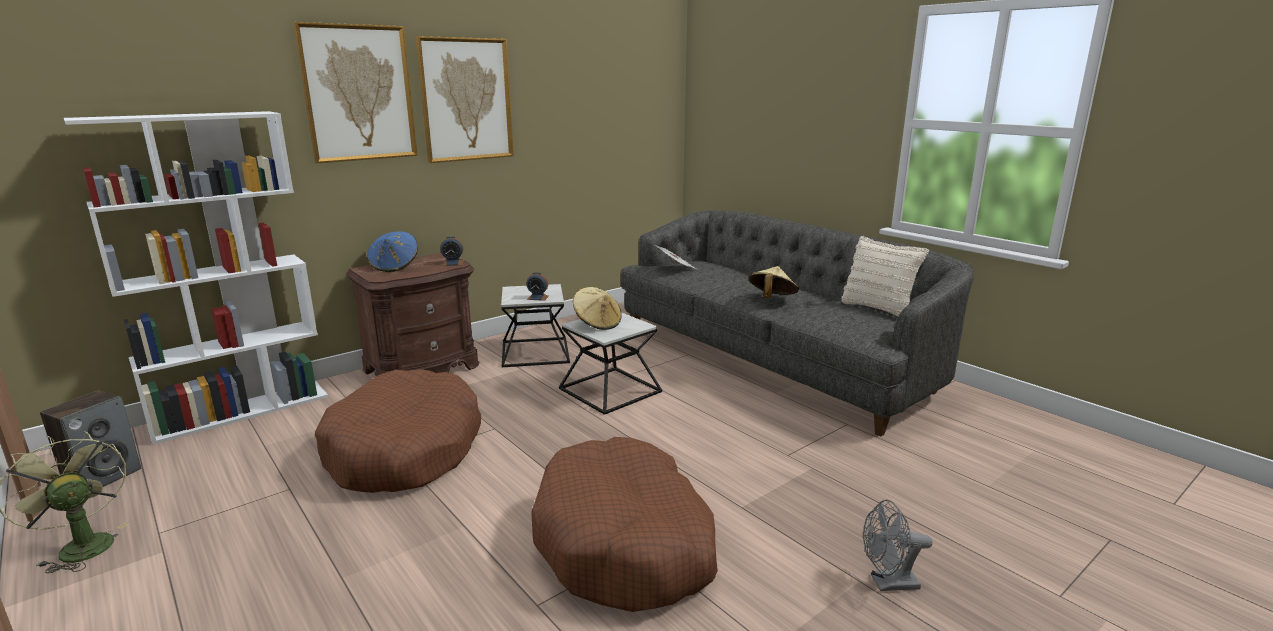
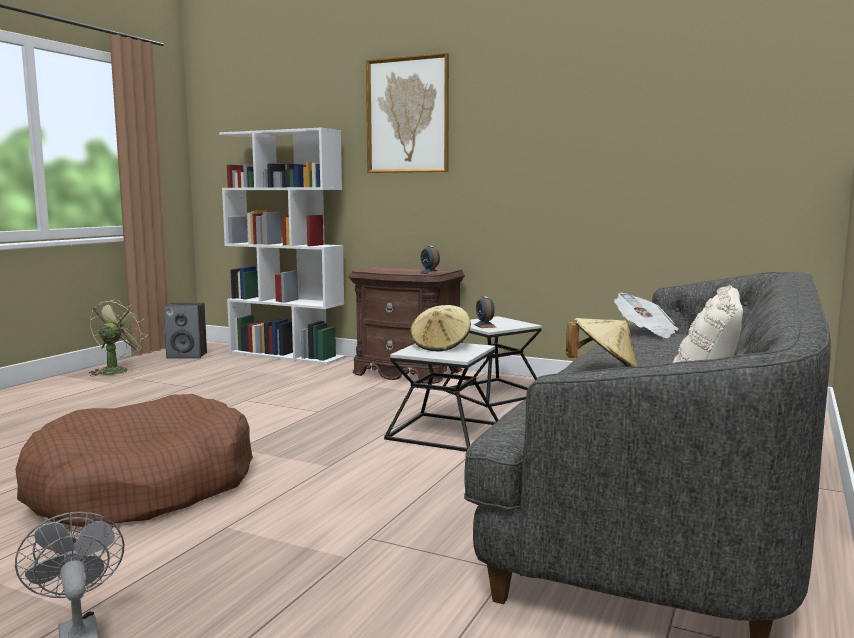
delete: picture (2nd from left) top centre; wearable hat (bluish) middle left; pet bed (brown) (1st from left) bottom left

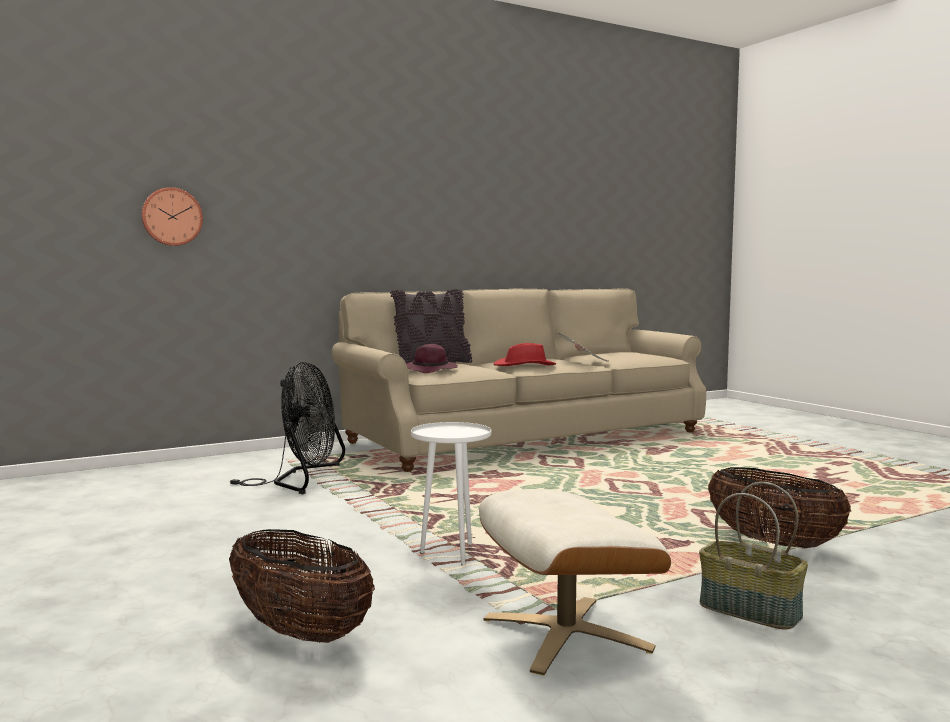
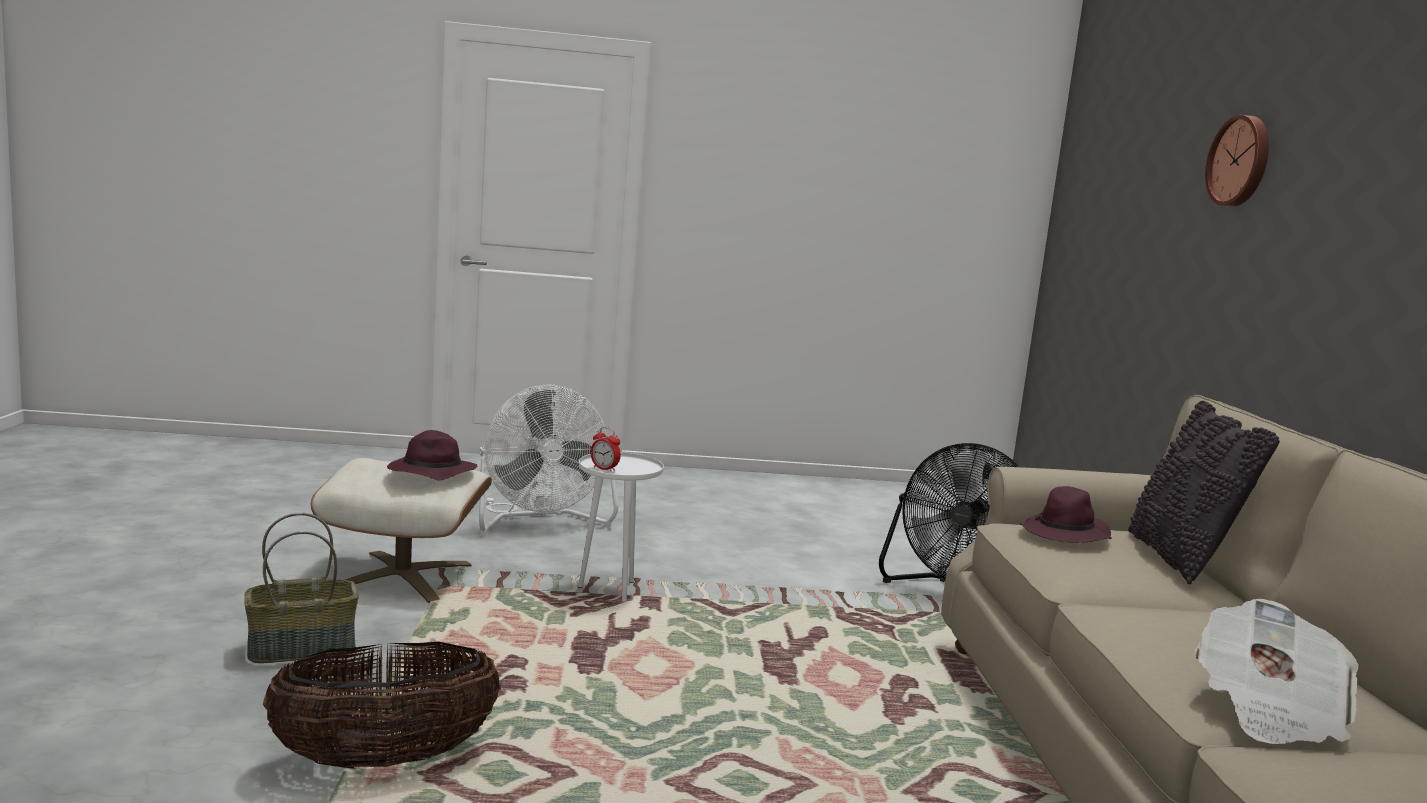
delete: wearable hat (reddish) centre
insert: bedside clock centre; wearable hat (purplish) (1st from left) middle left
move: clock on the wall top left to top right
replace: basket (1st from left) bottom left to cooling fan (white-coloured) centre

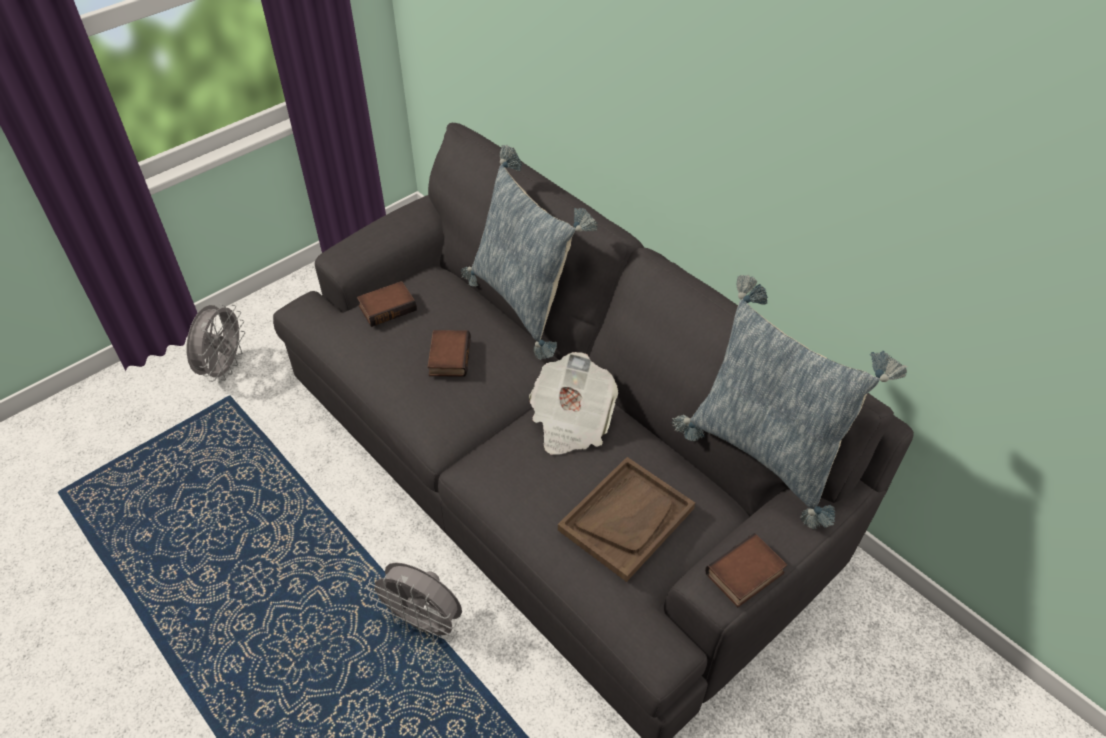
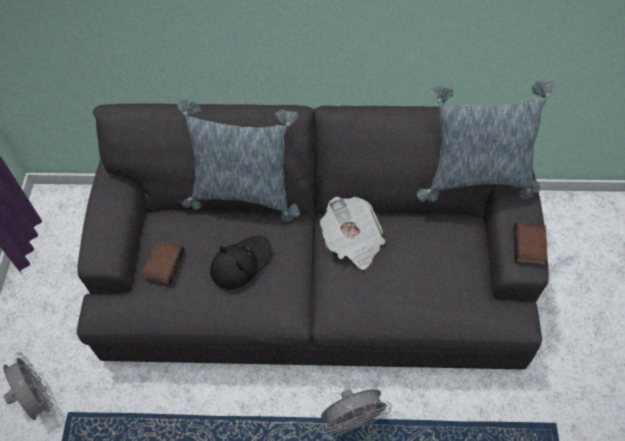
delete: carrying tray (brown) bottom centre
replace: book (2nd from left) centre to wearable hat (black-coloured) centre

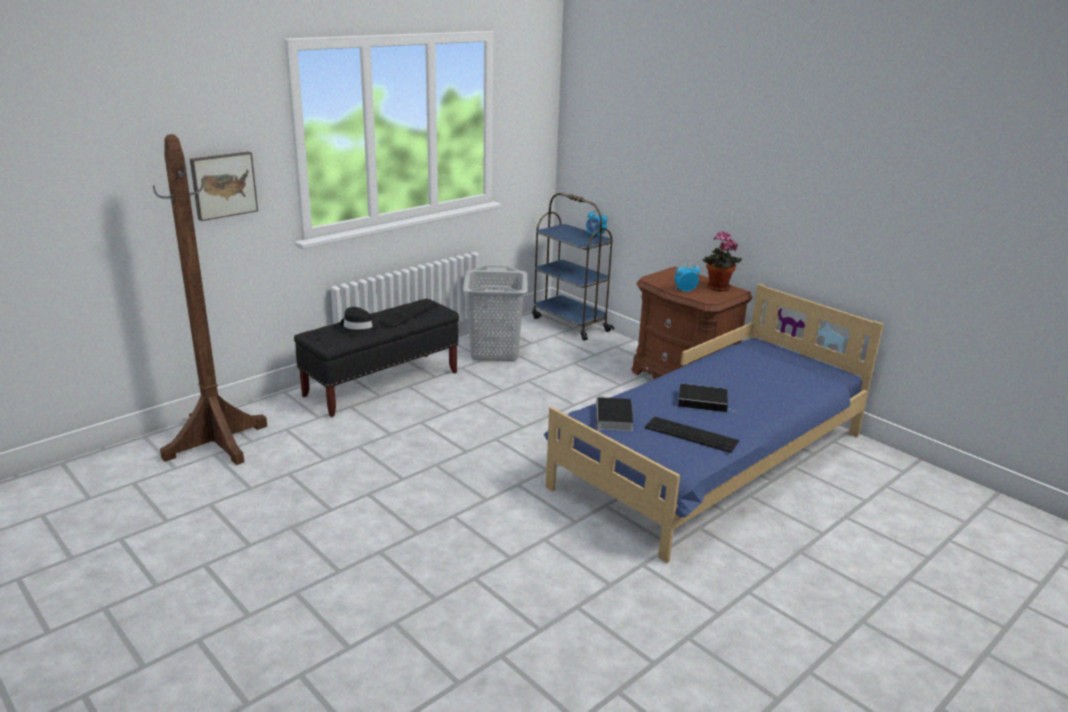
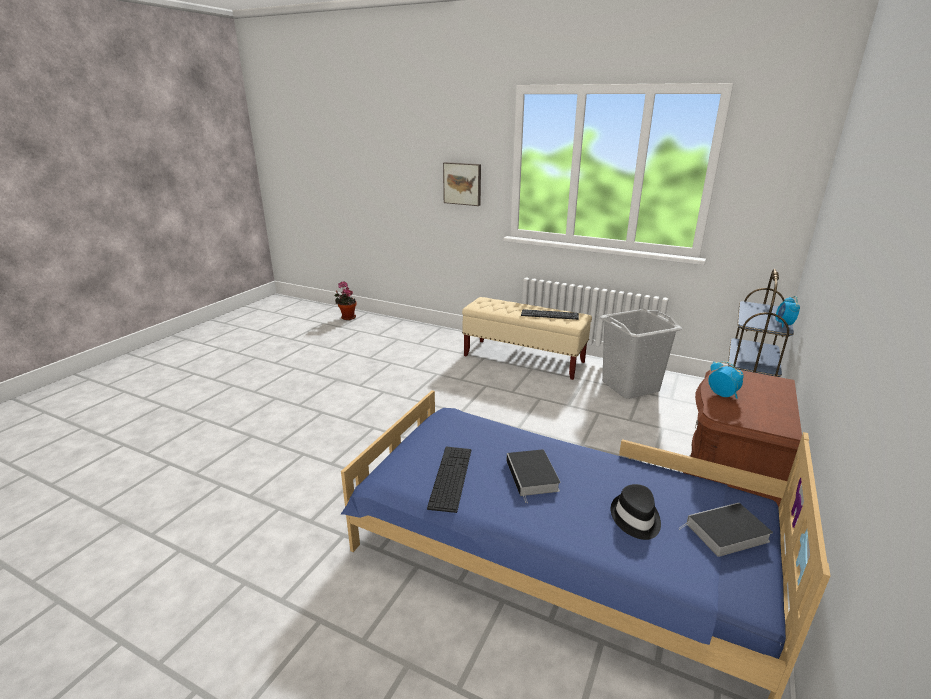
delete: garment stand (brown) middle left
move: plant in a pot middle right to centre; wearable hat (black-coloured) centre to bottom right; book (1st from left in the first image) centre to book (2nd from left) bottom right
recolor: indoor bench (black-coloured) centre to indoor bench (sand-coloured) centre

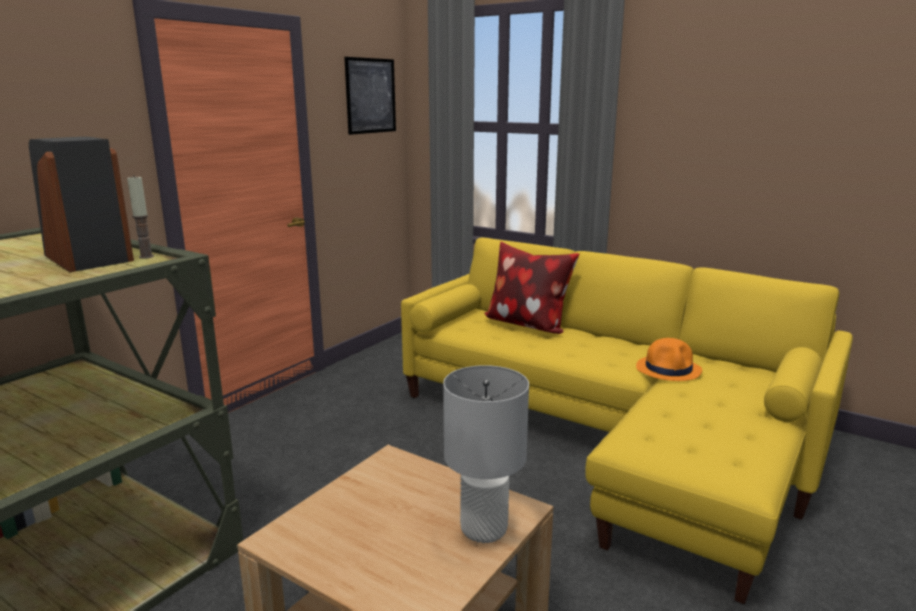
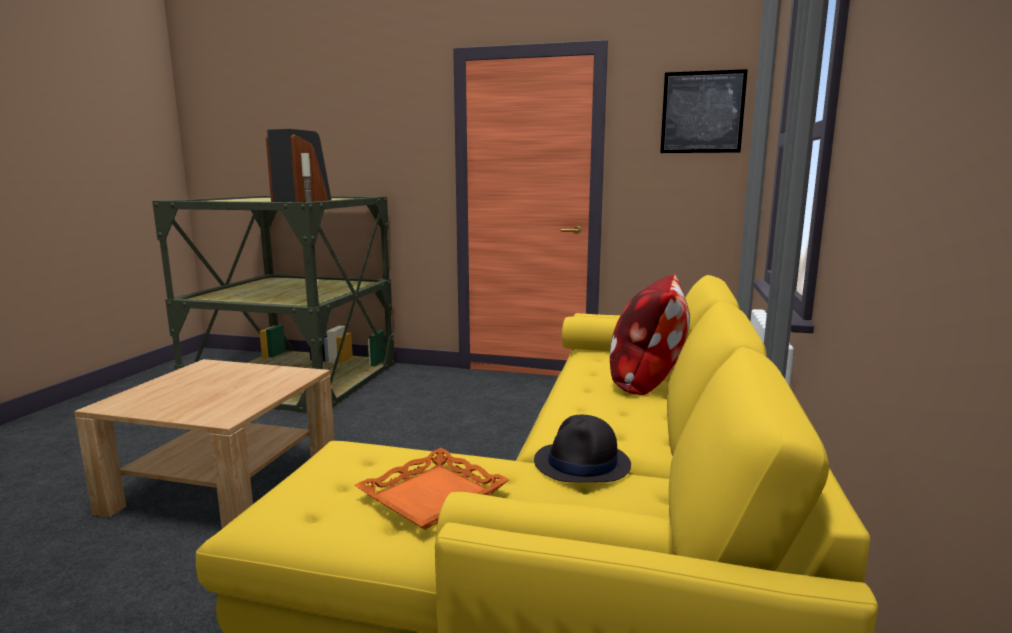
delete: table lamp (gray) bottom centre
insert: carrying tray (orange) bottom centre
recolor: wearable hat (orange) middle right to wearable hat (black-coloured) bottom centre

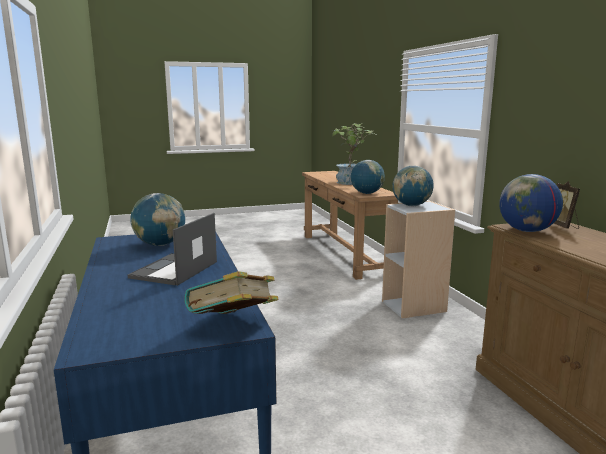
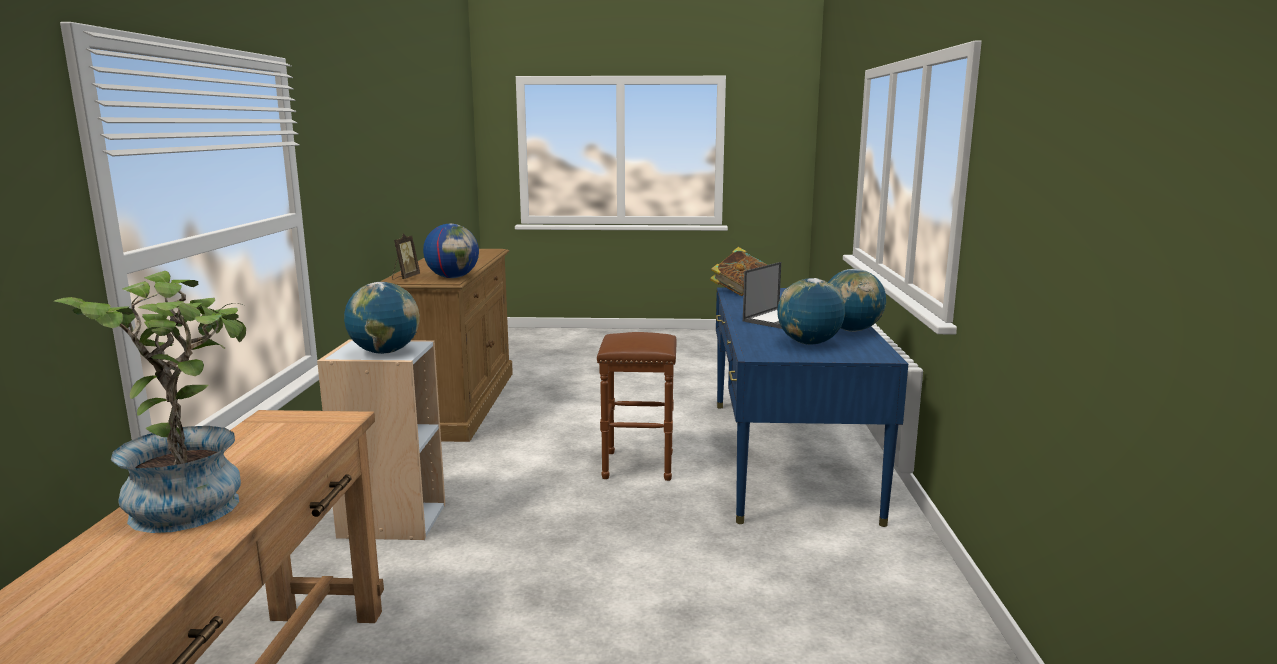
insert: stool (brown) centre
move: desk globe (2nd from left in the first image) centre to desk globe (4th from left) middle right

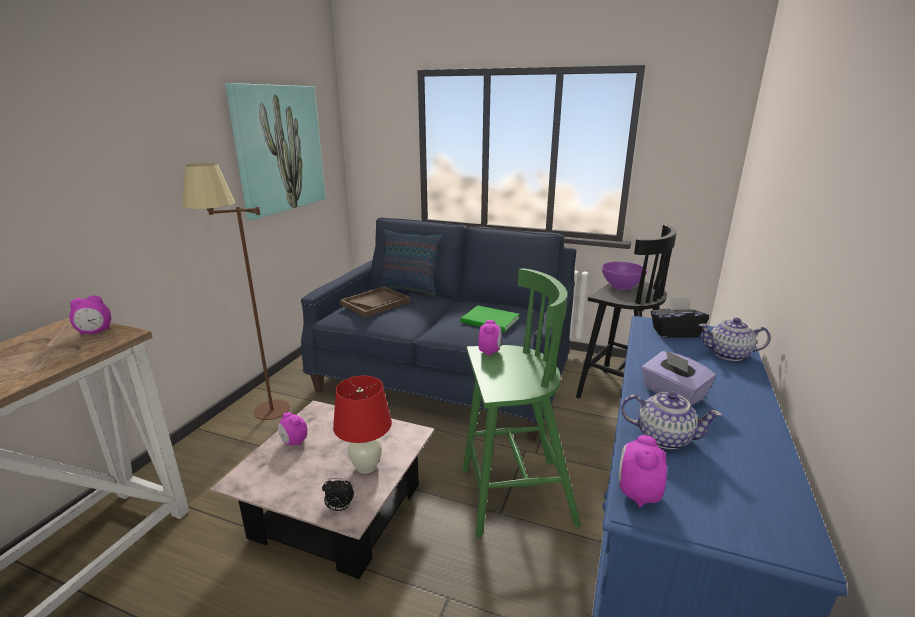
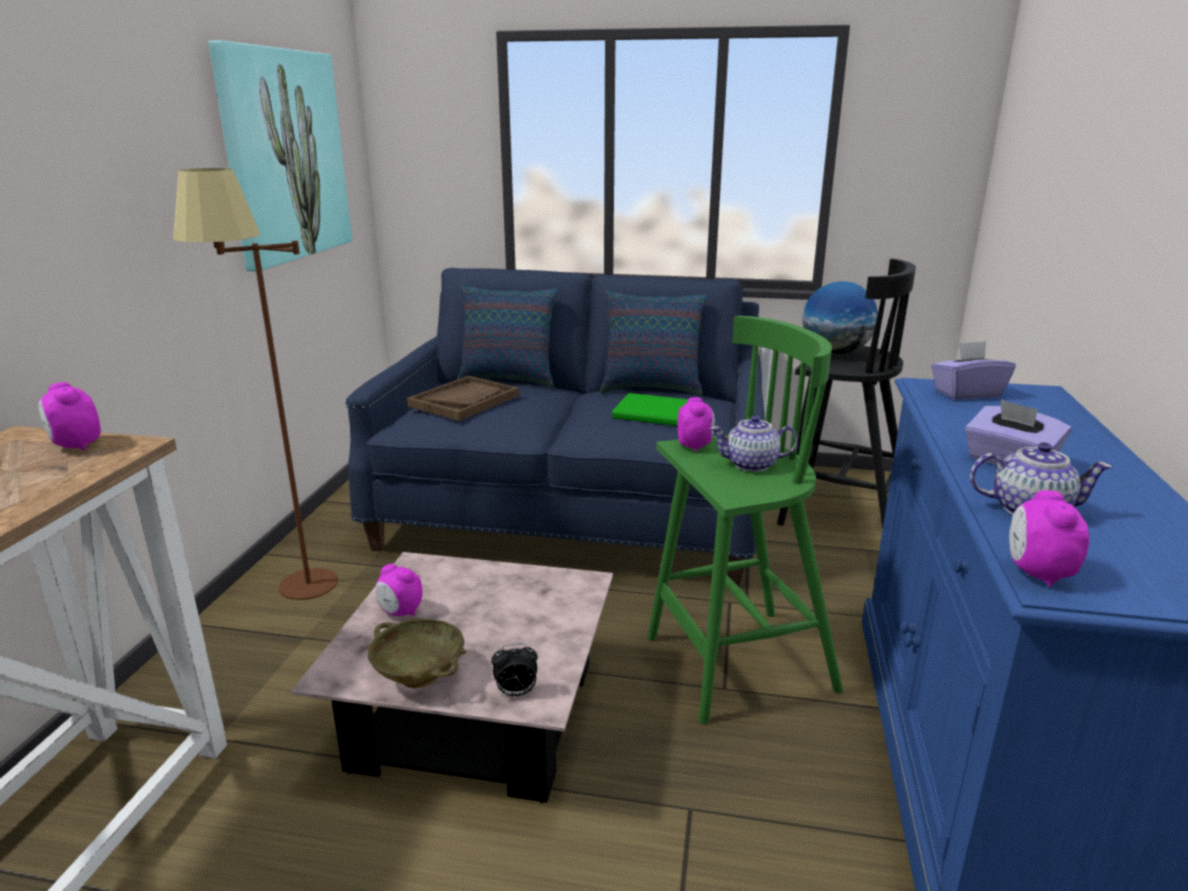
delete: table lamp (reddish) bottom centre
insert: pillow (bluish) (2nd from left) centre; bowl (sand-coloured) bottom centre
move: pot for tea (2nd from left in the first image) middle right to pot for tea (1st from left) centre
replace: bowl (purplish) middle right to desk globe middle right
recolor: tissue holder (black-coloured) middle right to tissue holder (purplish) (1st from left) middle right
rotate: bedside clock (1st from left) middle left = middle left 90 degrees clockwise

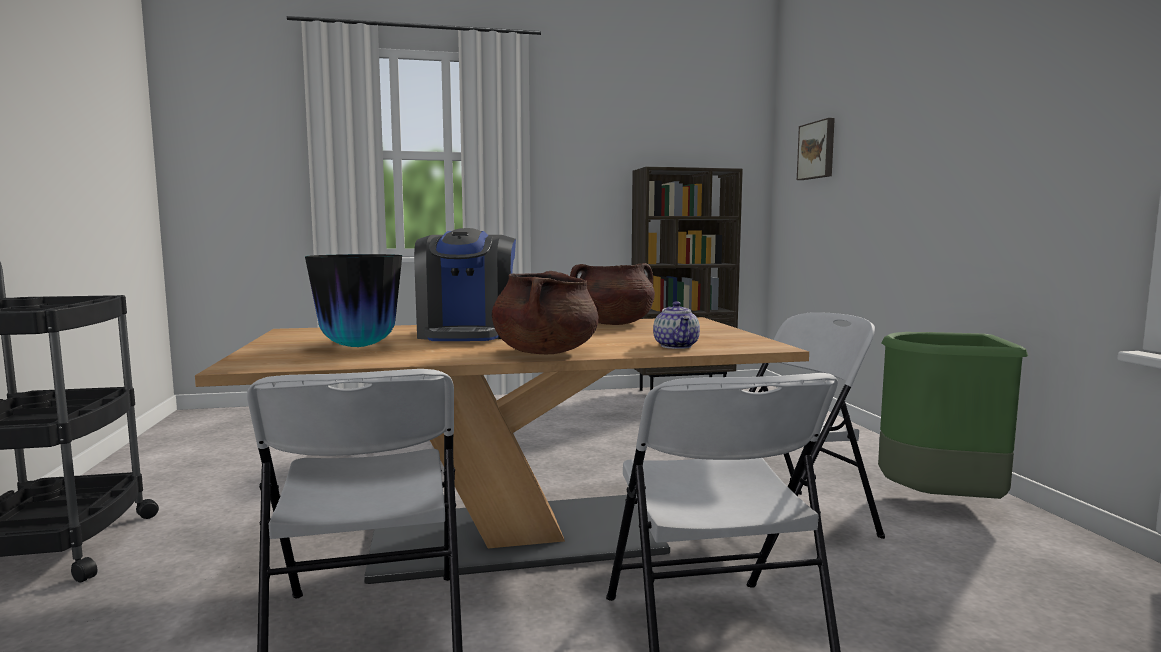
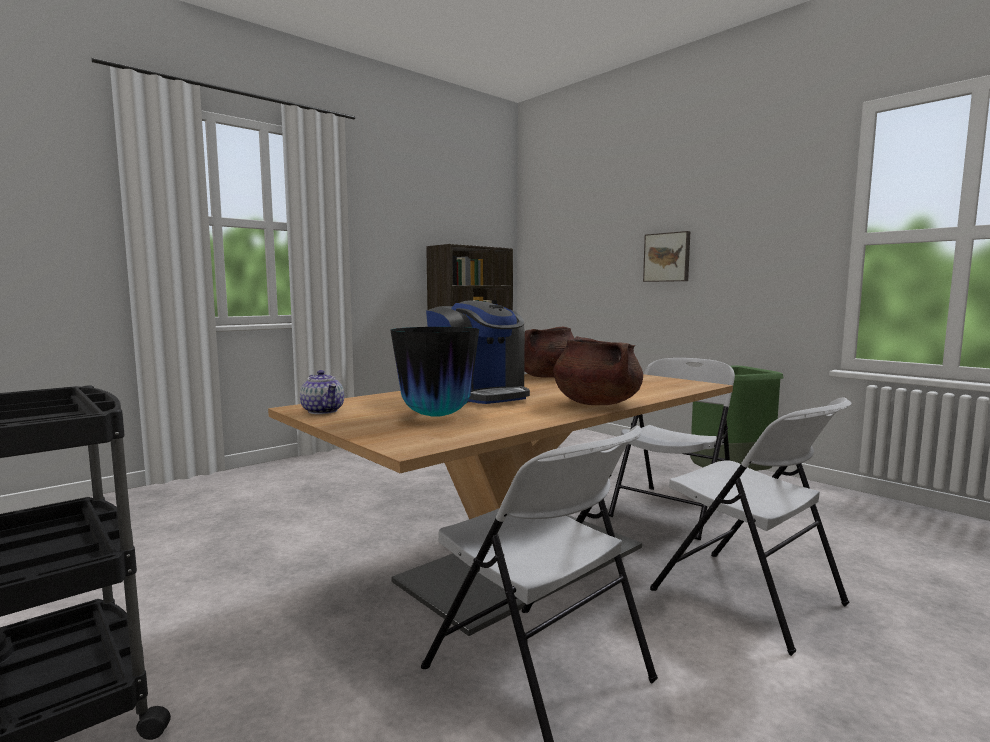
move: picture top right to middle right; pot for tea centre to middle left

